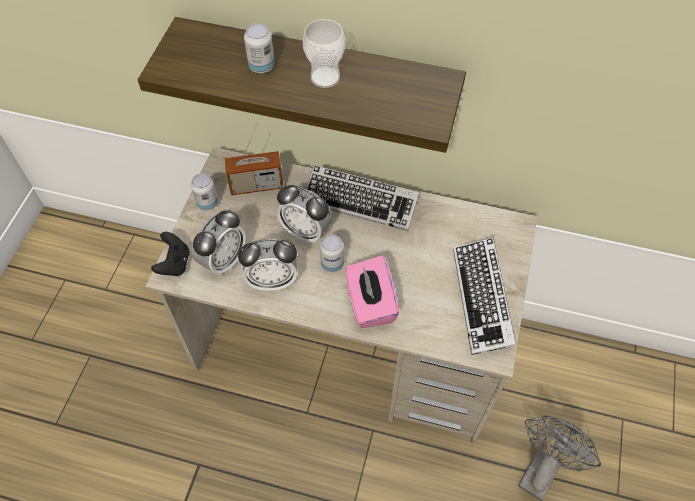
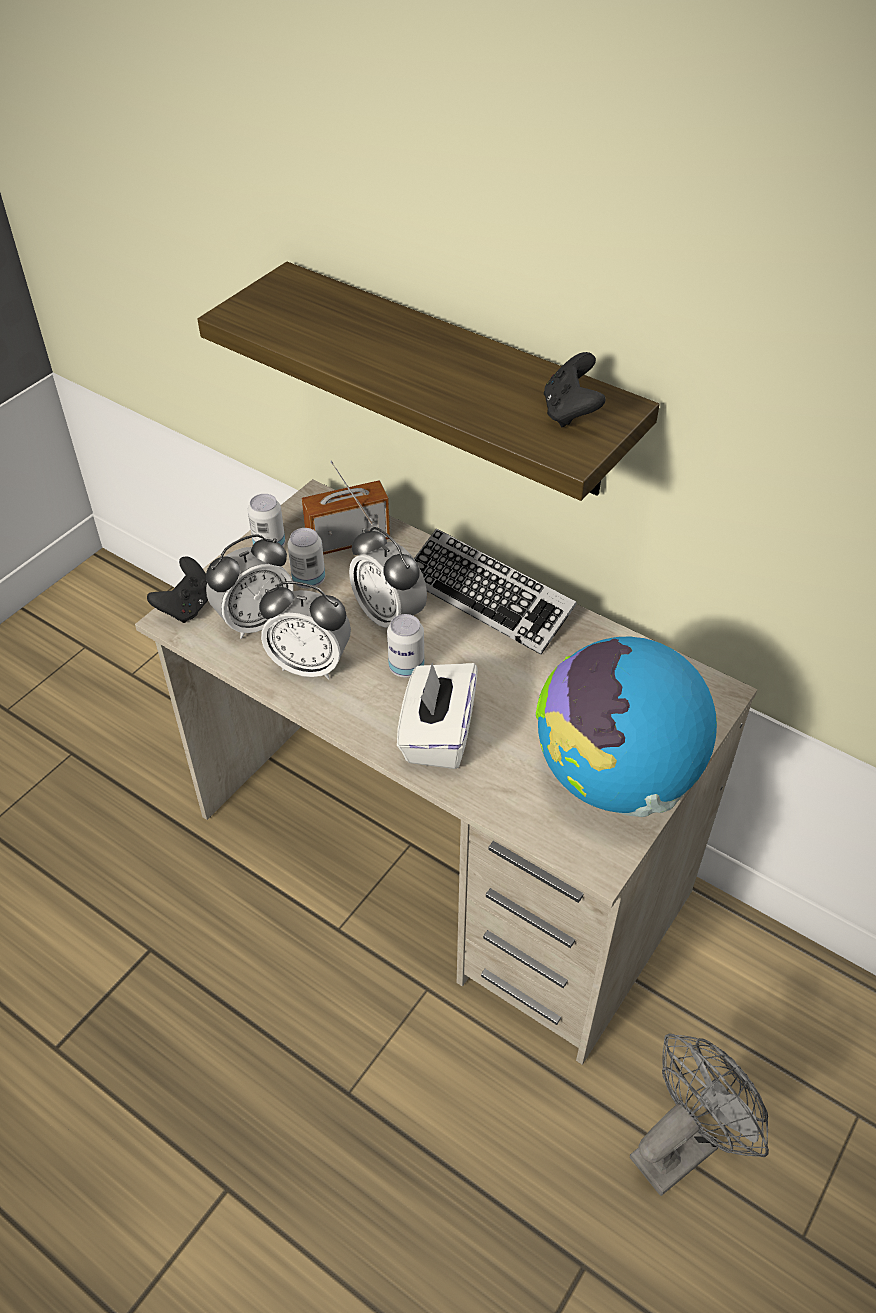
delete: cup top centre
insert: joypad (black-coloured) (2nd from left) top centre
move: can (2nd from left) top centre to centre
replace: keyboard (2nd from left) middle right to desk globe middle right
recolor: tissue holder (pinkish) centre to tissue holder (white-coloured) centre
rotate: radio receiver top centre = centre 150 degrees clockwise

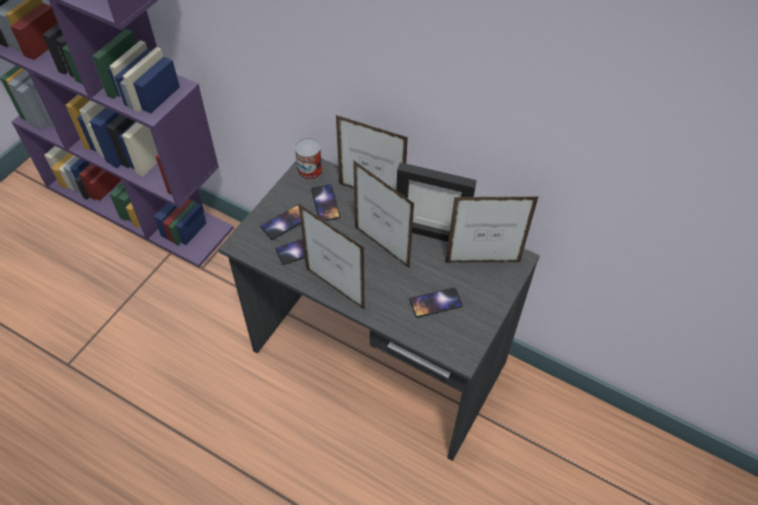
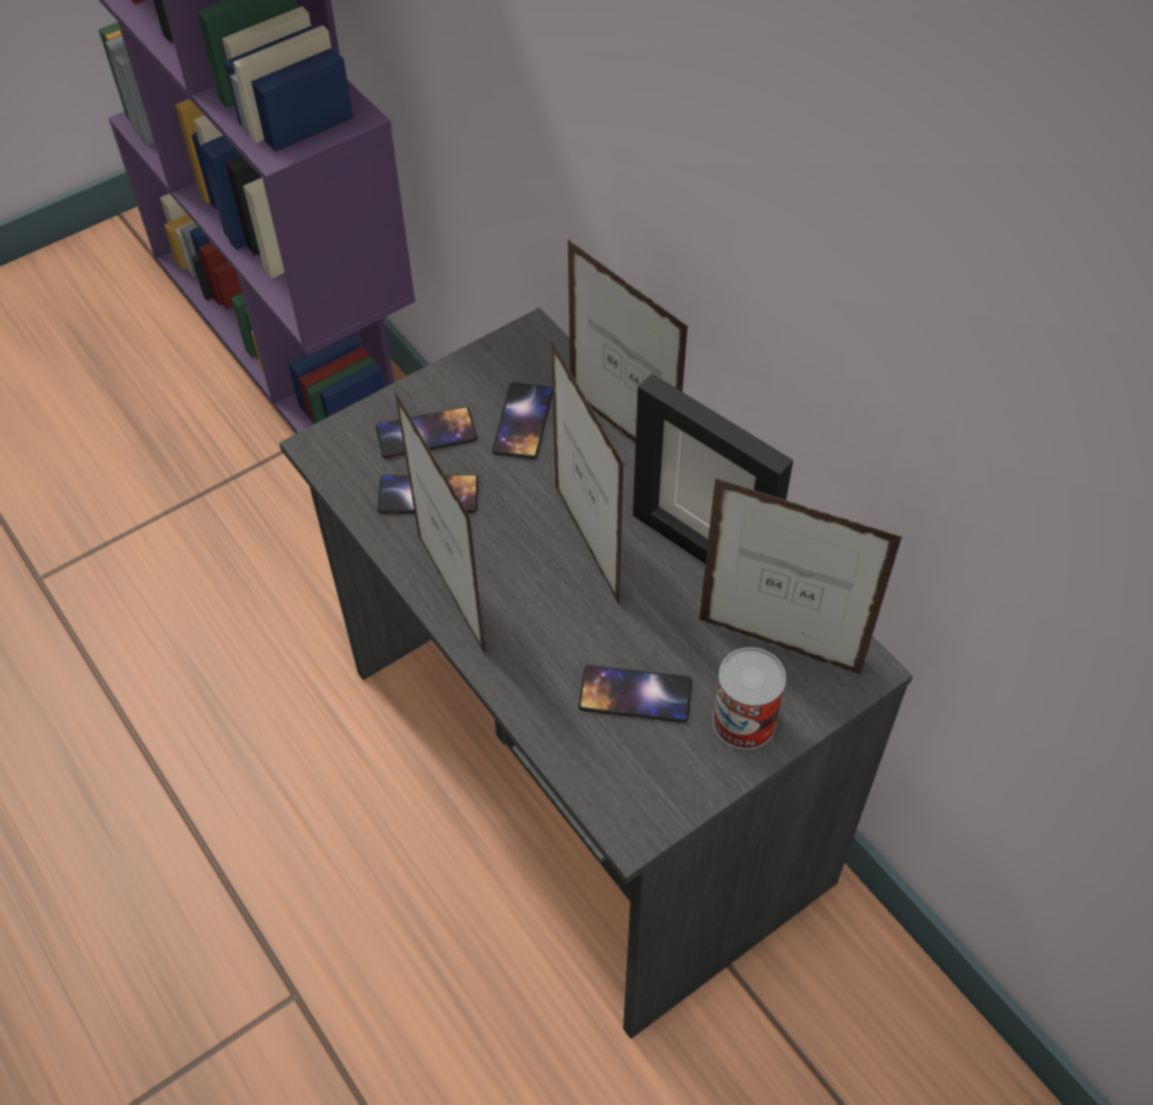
move: can top centre to centre

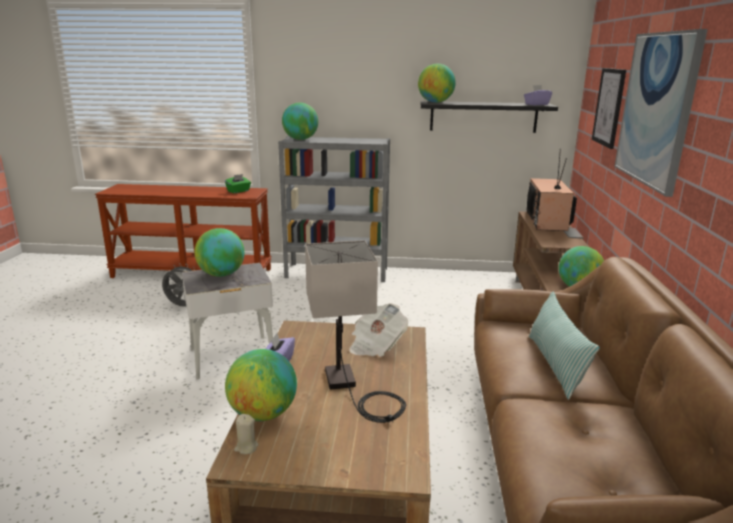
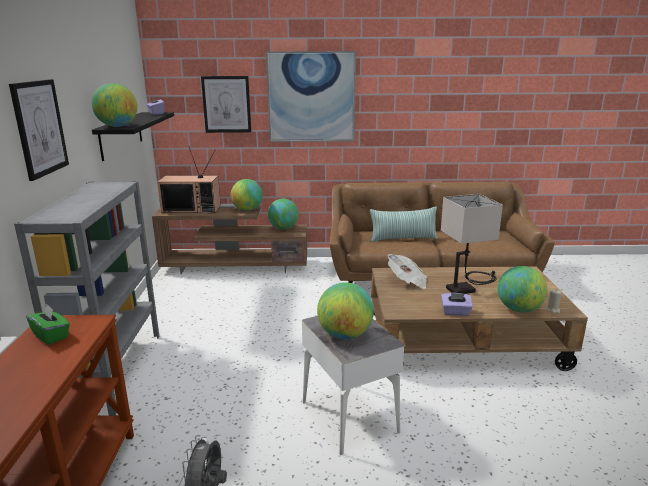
insert: picture (1st from left) top left
move: desk globe (3rd from left in the first image) top centre to desk globe (2nd from left) centre

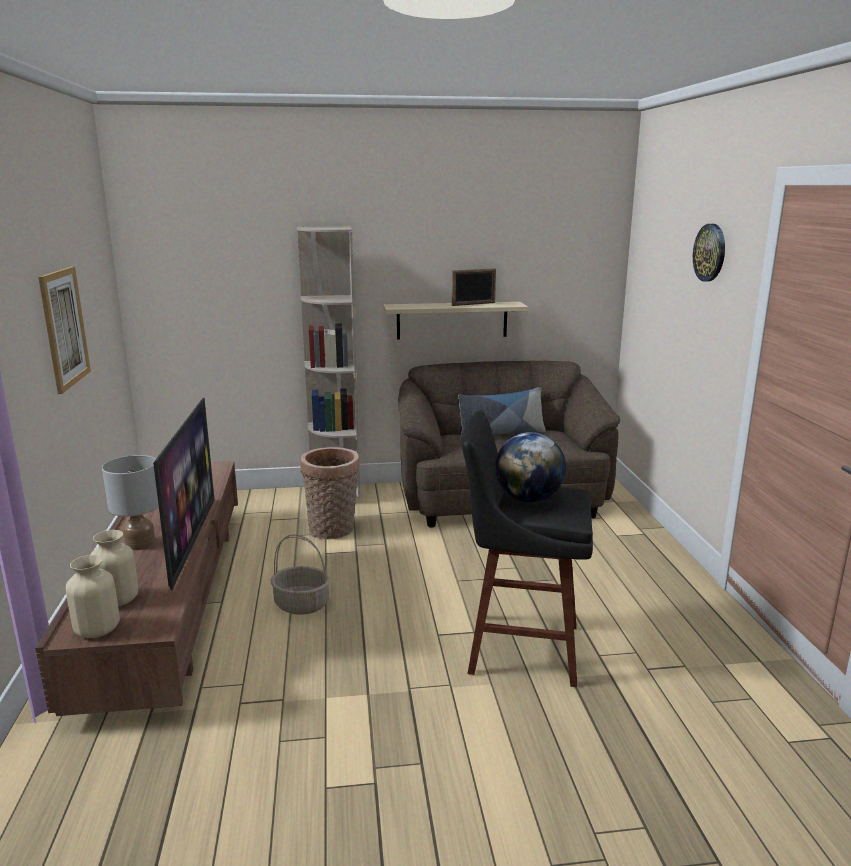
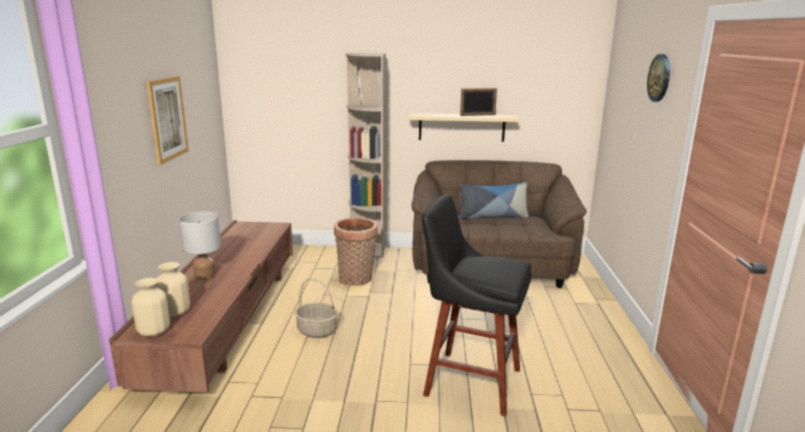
delete: television middle left; desk globe centre

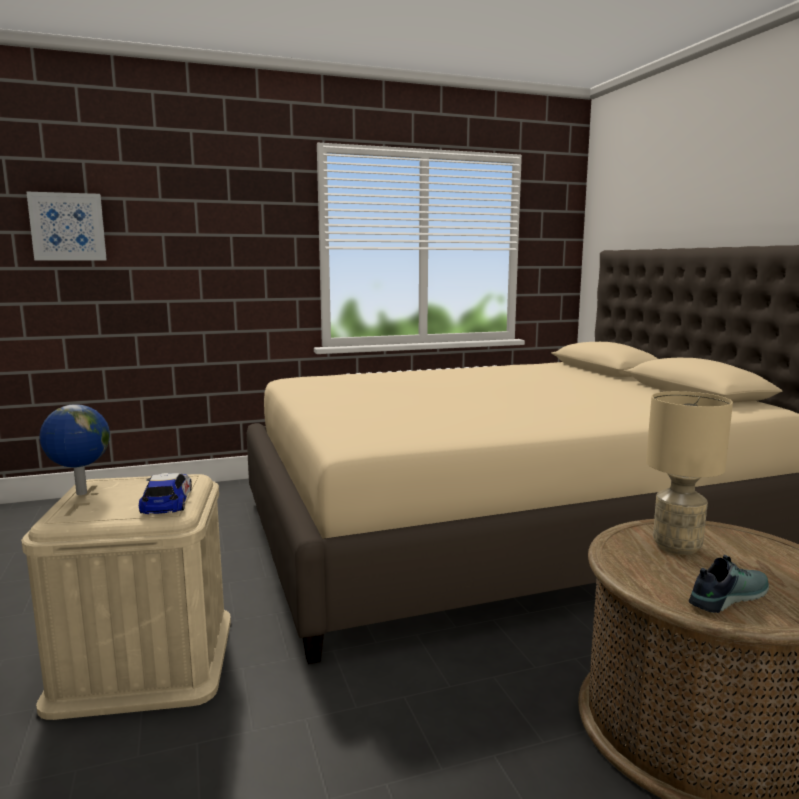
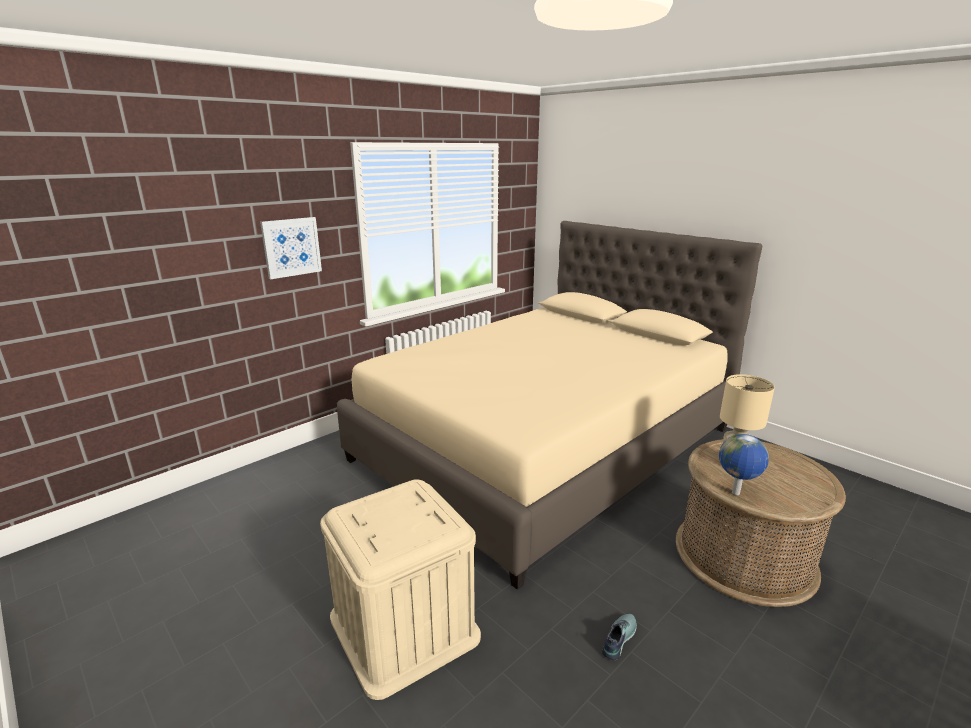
delete: model car middle left
move: picture top left to middle left; desk globe middle left to middle right; low shoe bottom right to bottom centre

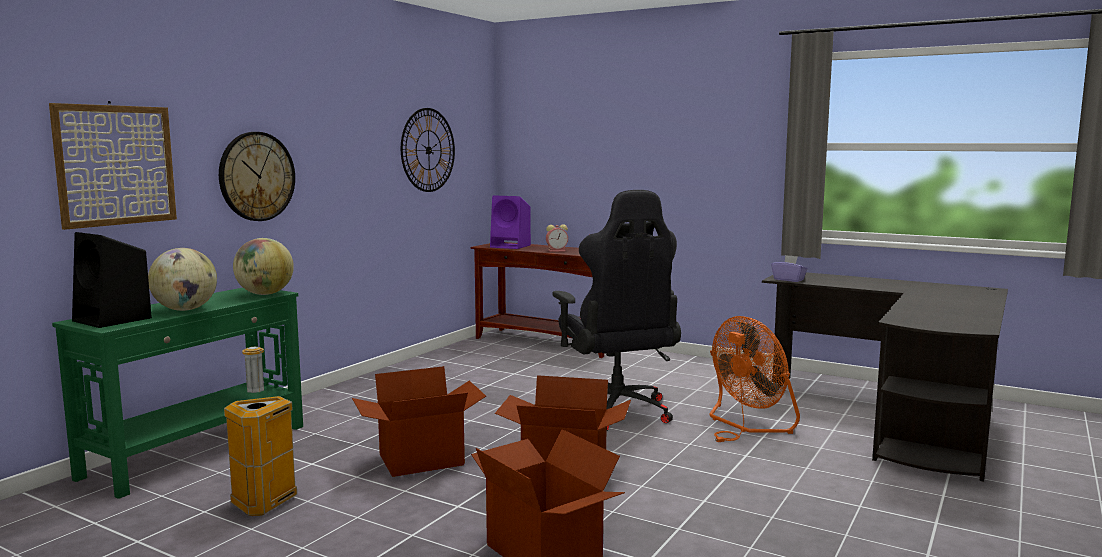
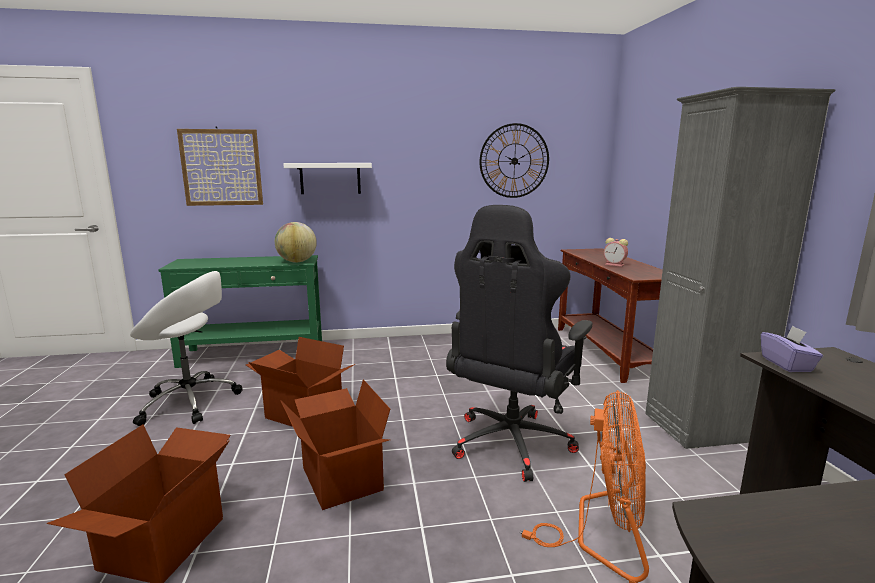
delete: loudspeaker (purplish) centre; loudspeaker (black-coloured) middle left; desk globe (1st from left) middle left
insert: storage cabinet (gray) middle right
replace: clock on the wall (1st from left) top left to bracket shelf (white-coloured) top centre; trash can bottom left to desk chair (white-coloured) middle left

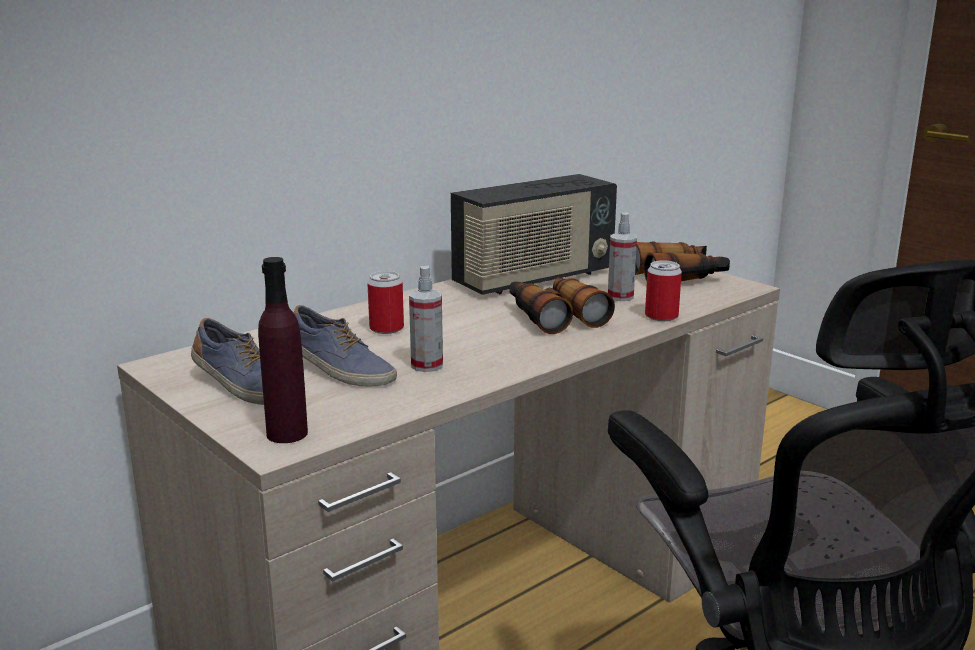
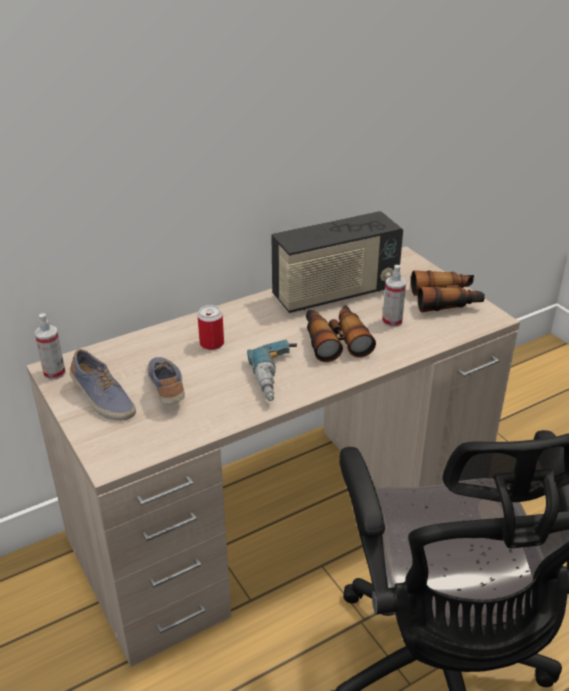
delete: beverage bottle (purplish) middle left; can (2nd from left) middle right
insert: power drill centre
move: sprayer (1st from left) centre to middle left
rotate: low shoe (2nd from left) centre = middle left 150 degrees counterclockwise

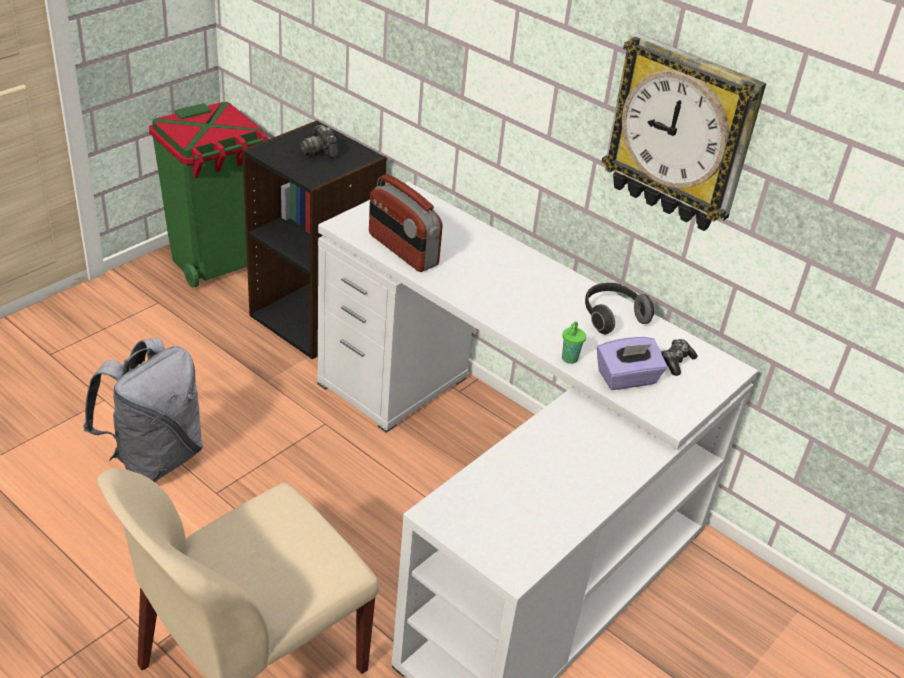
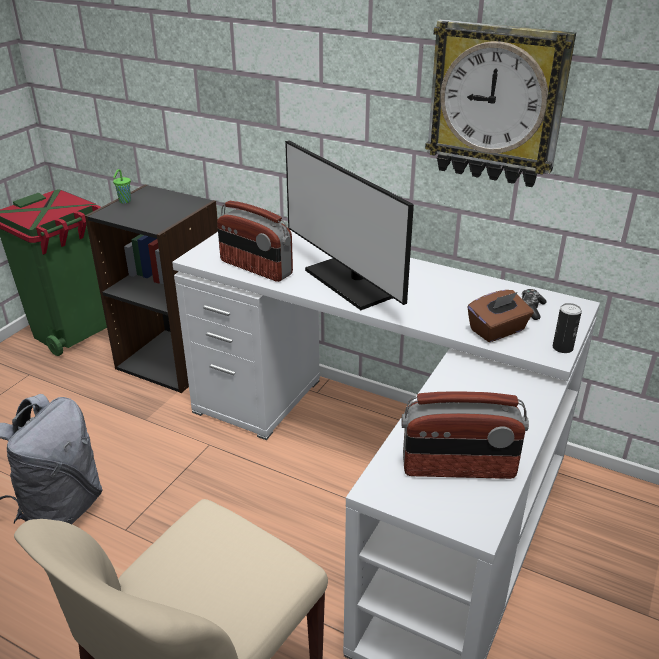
delete: still camera top centre; headphones middle right
insert: monitor centre; can middle right; radio receiver (2nd from left) middle right
move: cup (greenish) centre to top left
recolor: tissue holder (purplish) middle right to tissue holder (brown) middle right

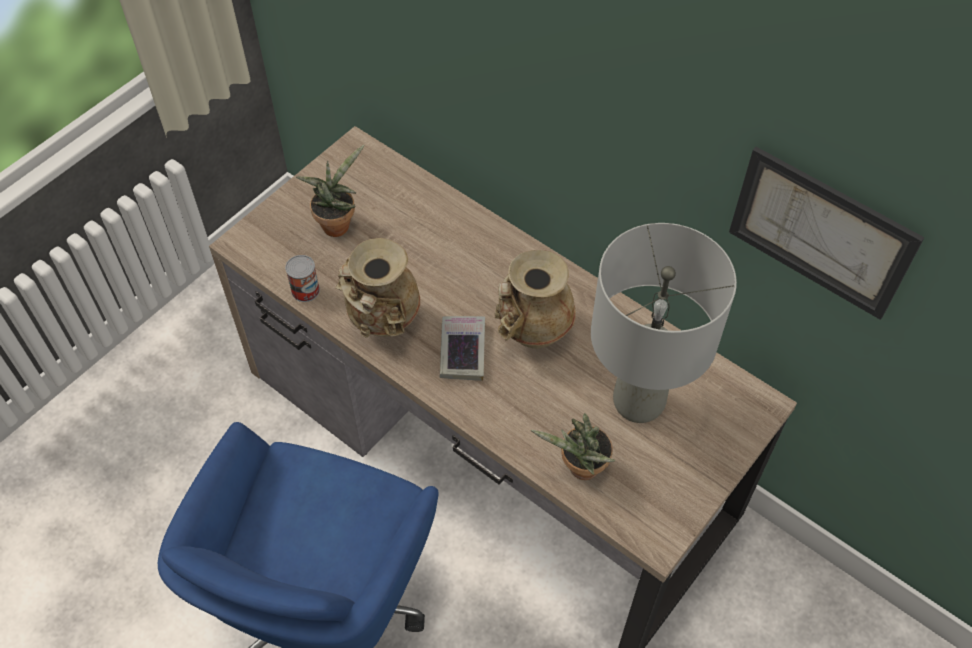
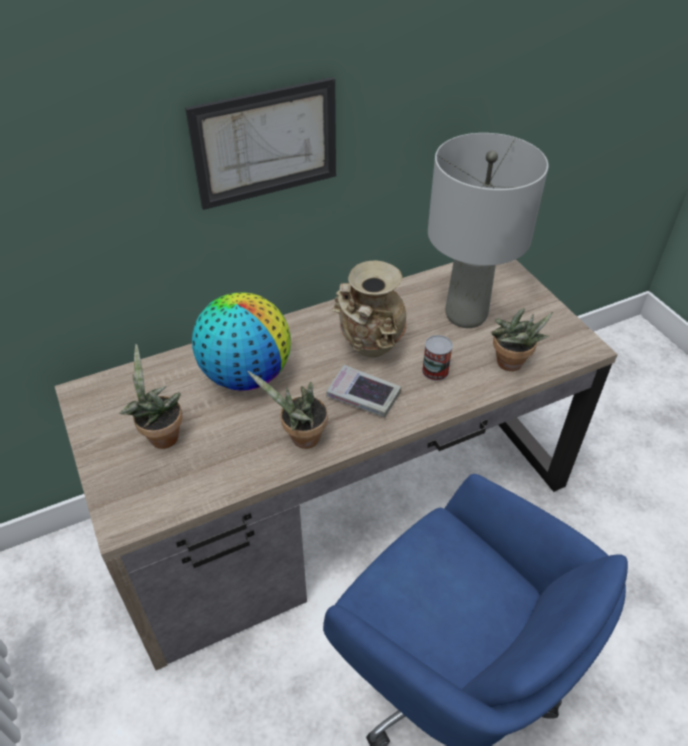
insert: desk globe centre
move: picture middle right to top centre; can middle left to centre
replace: decorative vase (sand-coloured) (1st from left) centre to plant in a pot (2nd from left) centre

